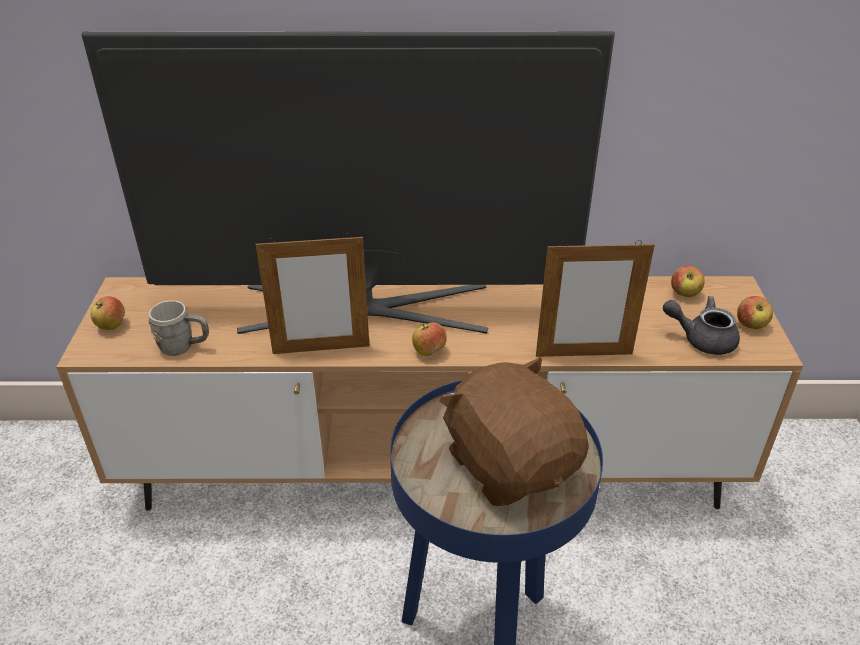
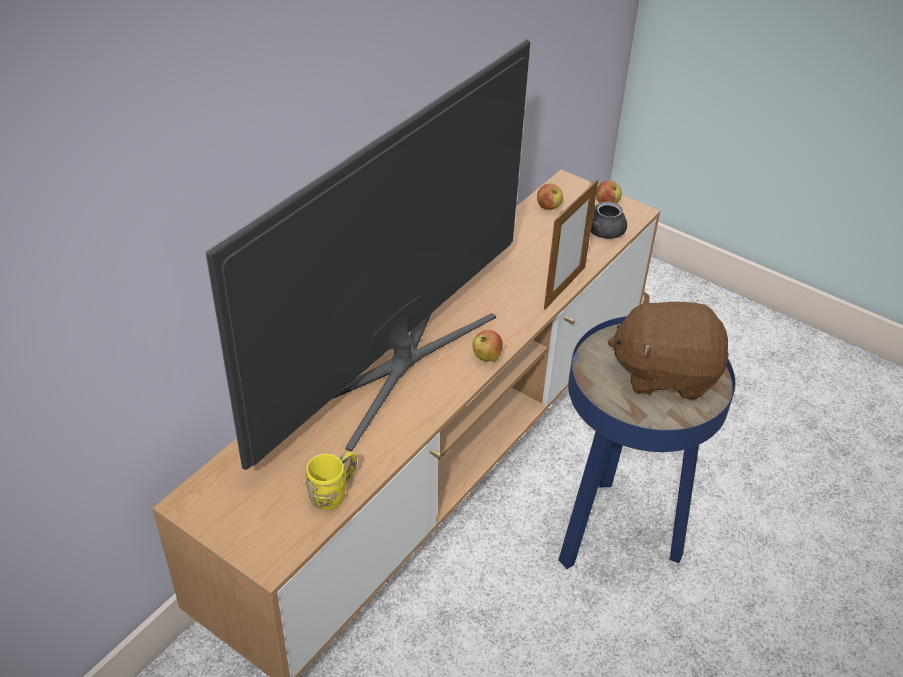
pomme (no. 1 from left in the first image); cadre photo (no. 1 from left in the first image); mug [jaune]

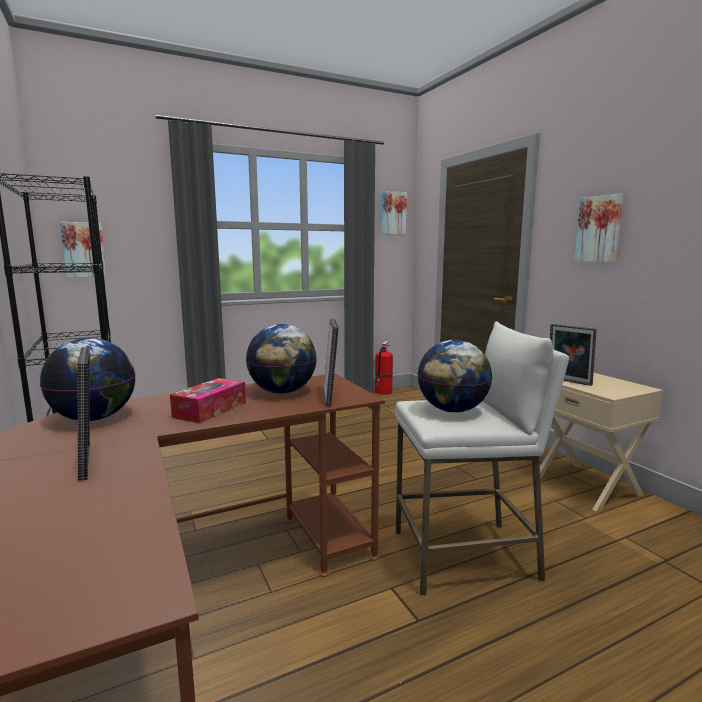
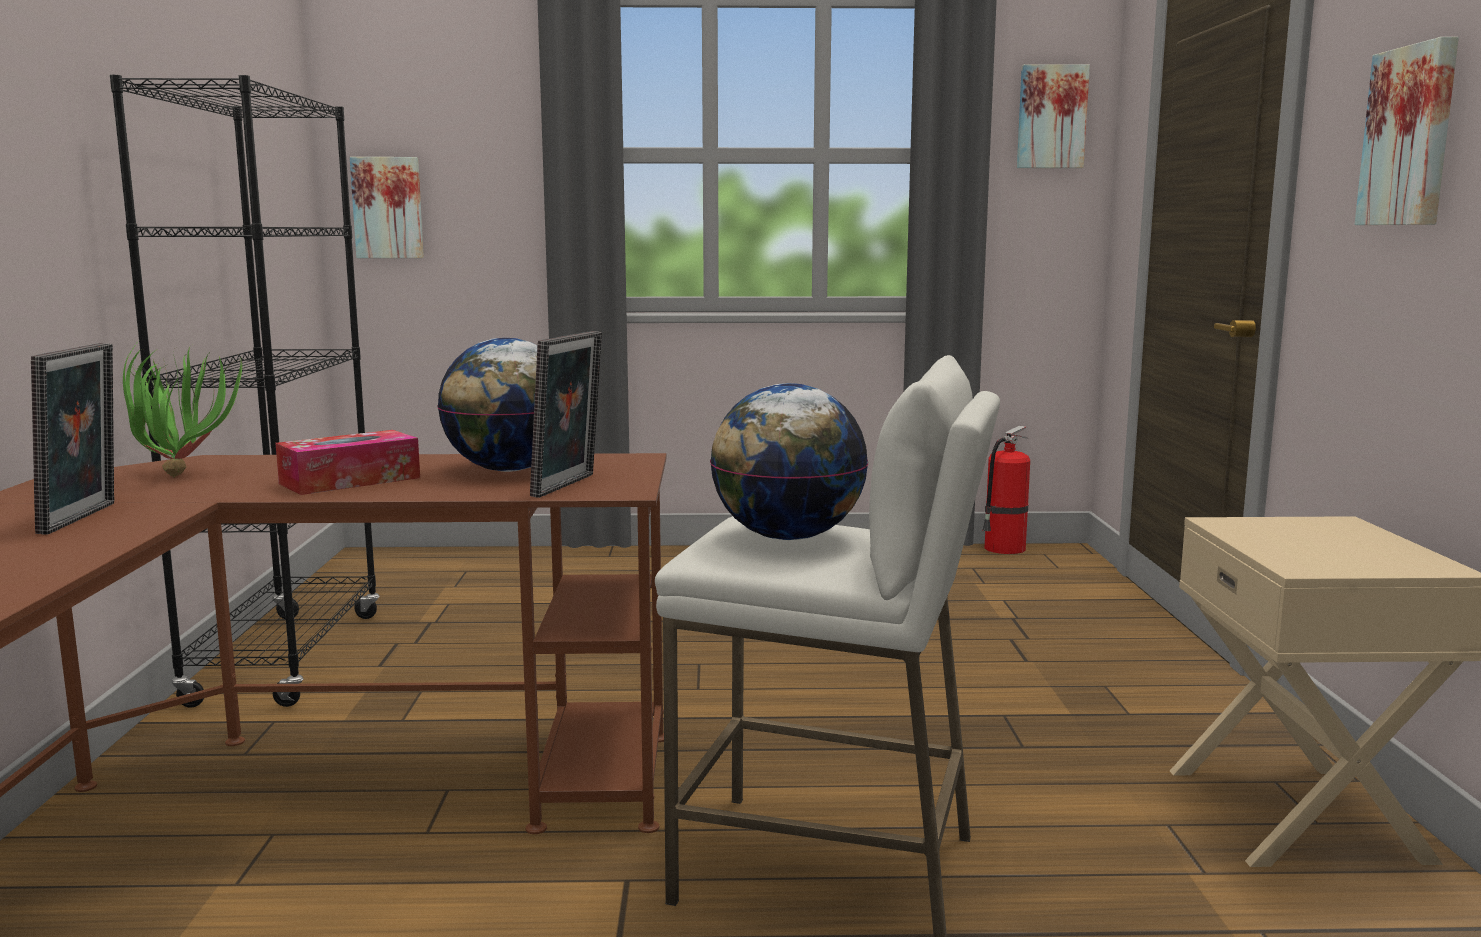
cadre photo (no. 3 from left in the first image); plante en pot

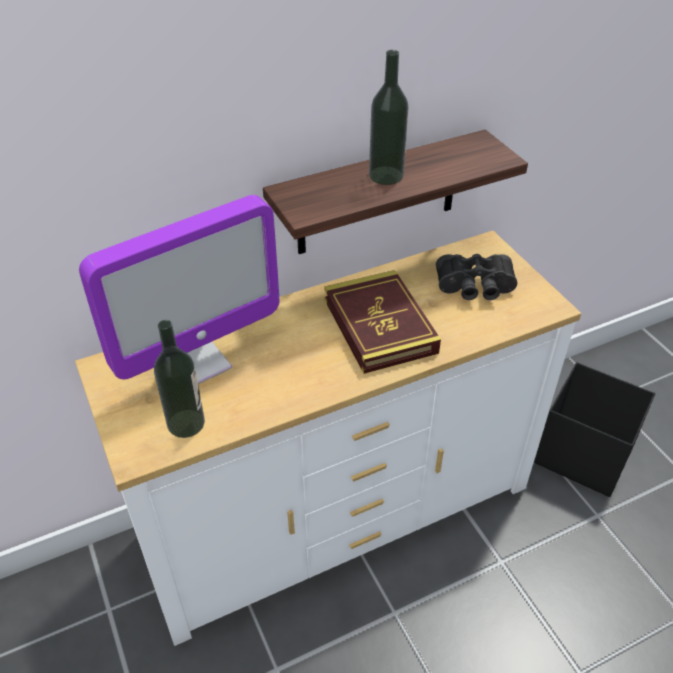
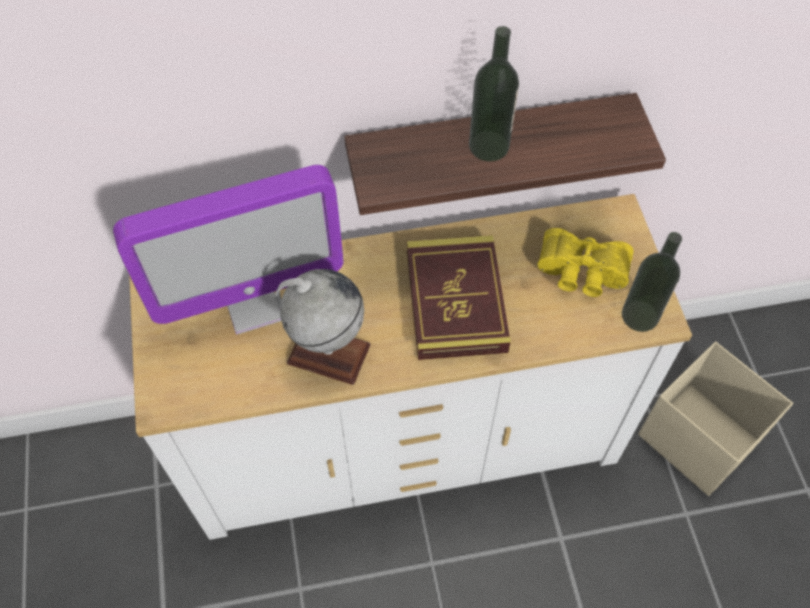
globe; bouteille (no. 2 from left); jumelles [jaune]; boîte de rangement [beige]

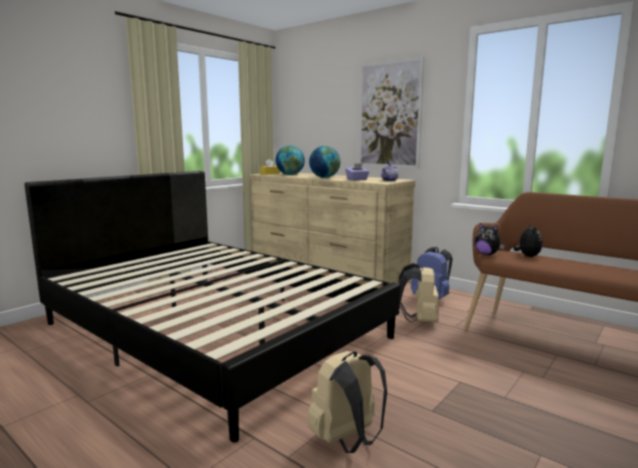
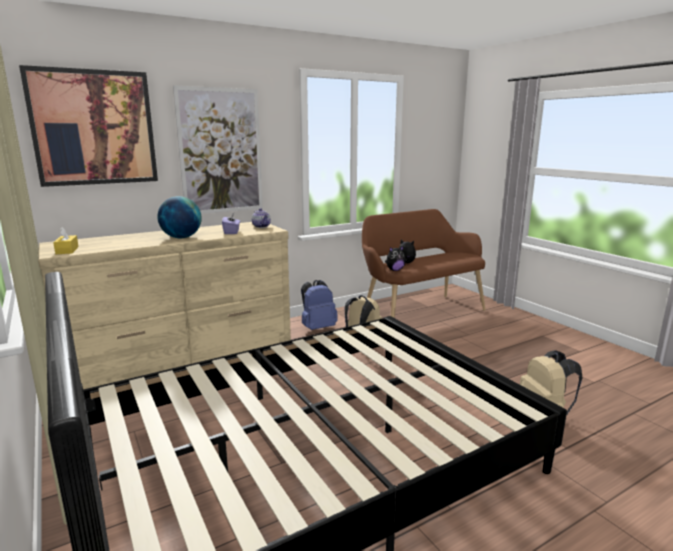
globe (no. 1 from left in the first image); tableau (no. 1 from left)

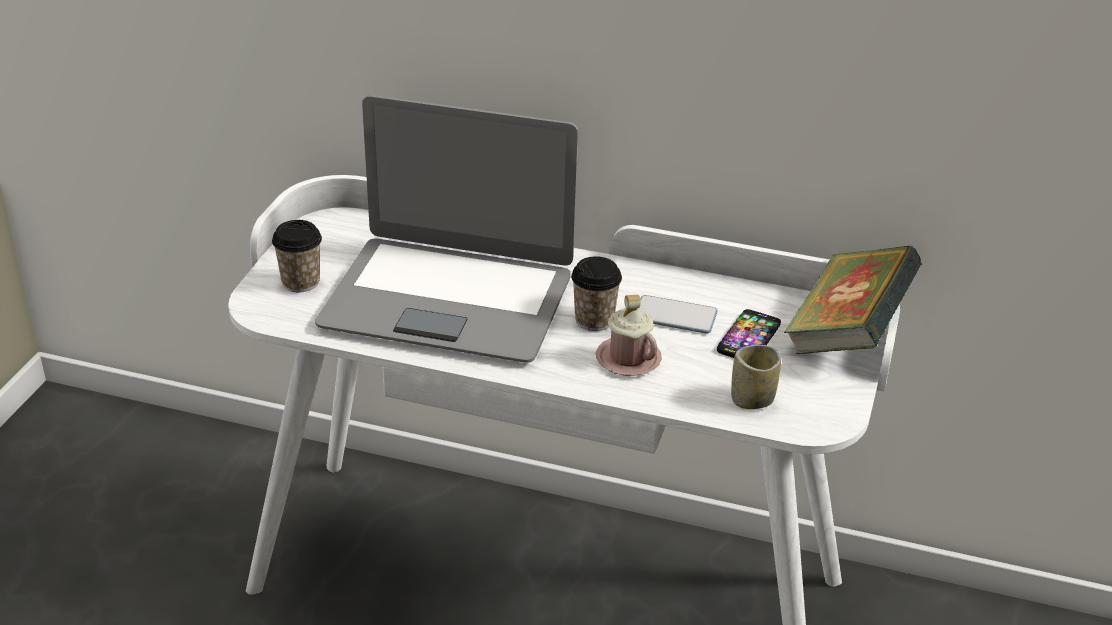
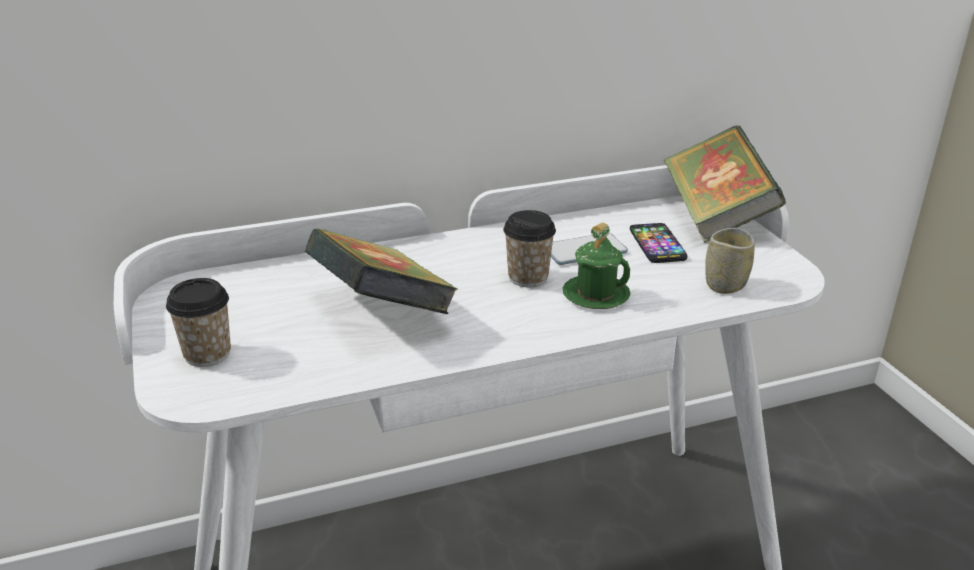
livre (no. 1 from left); mug [vert]

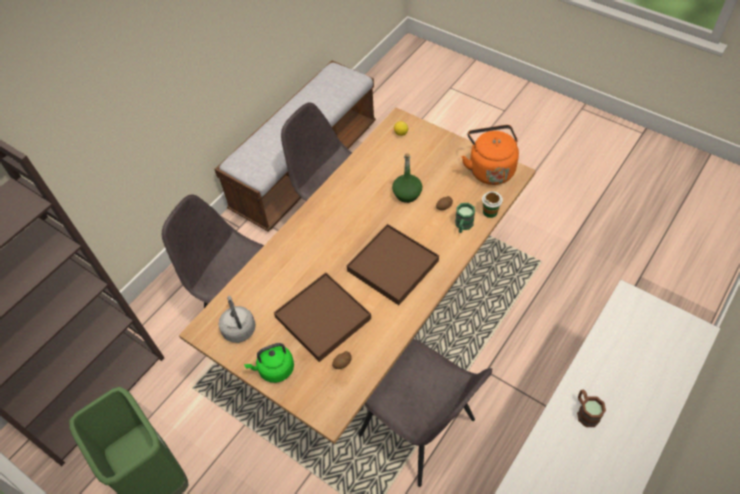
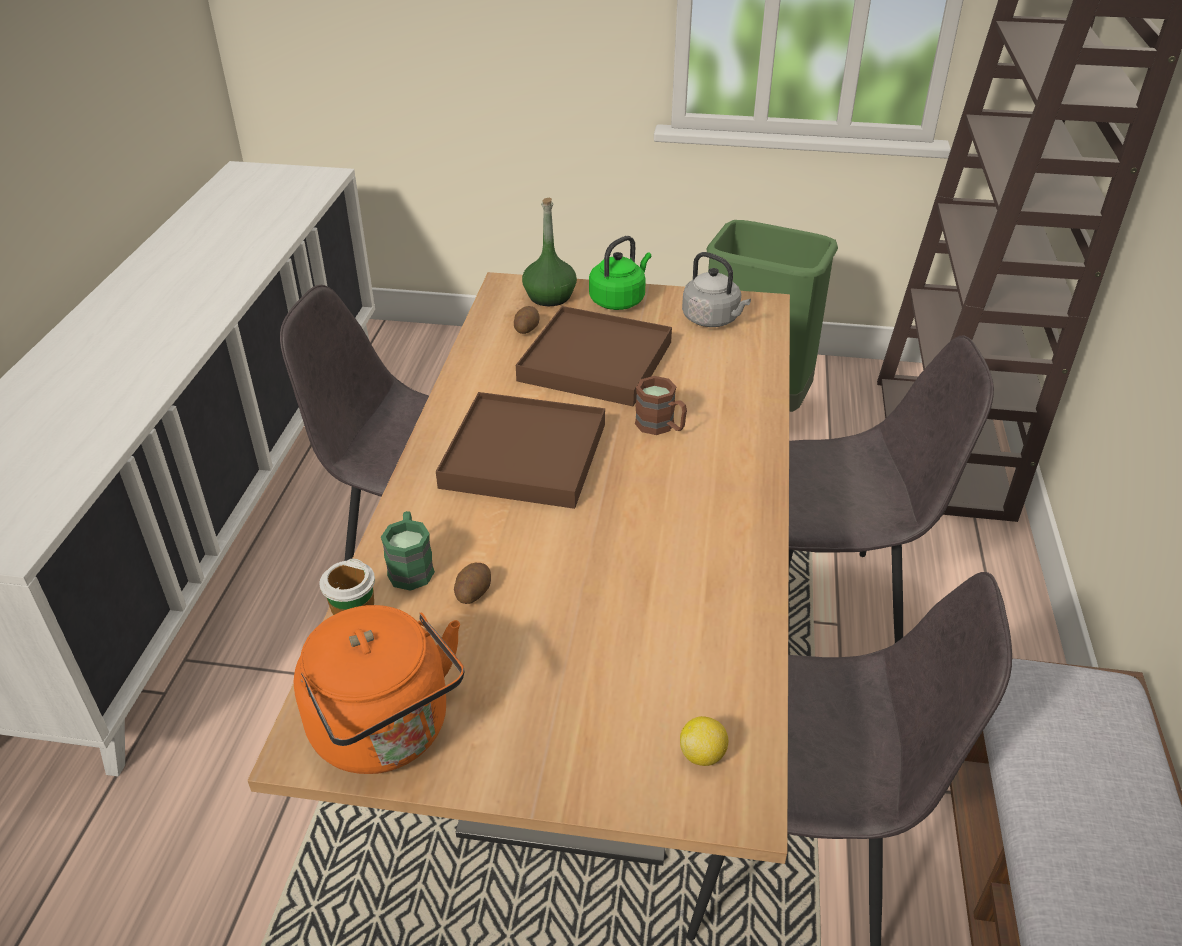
bouteille [vert]; mug [marron]

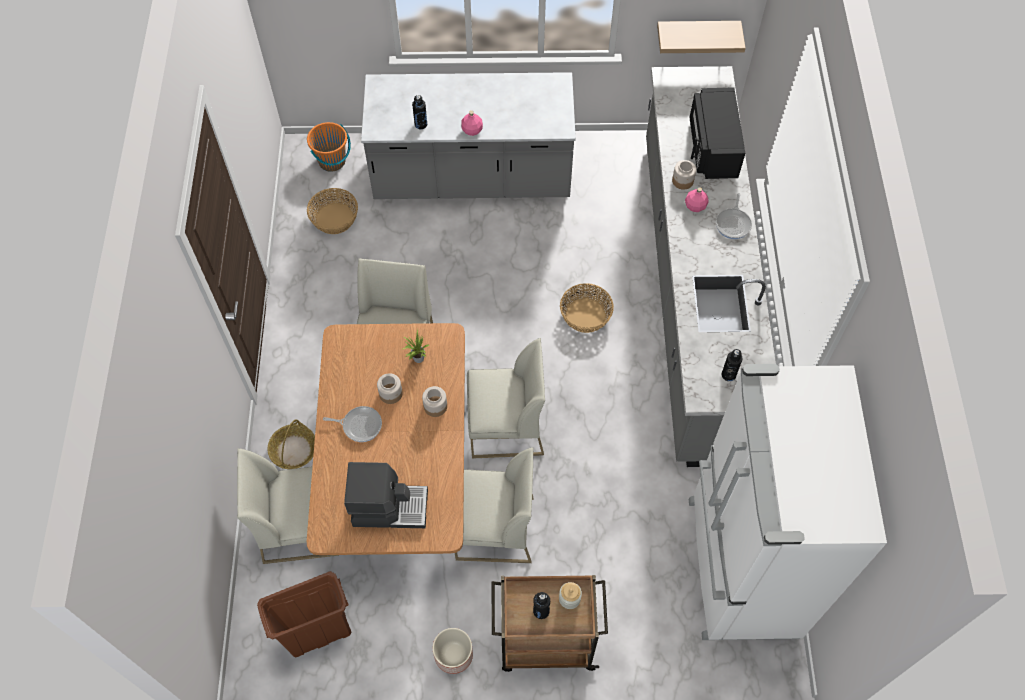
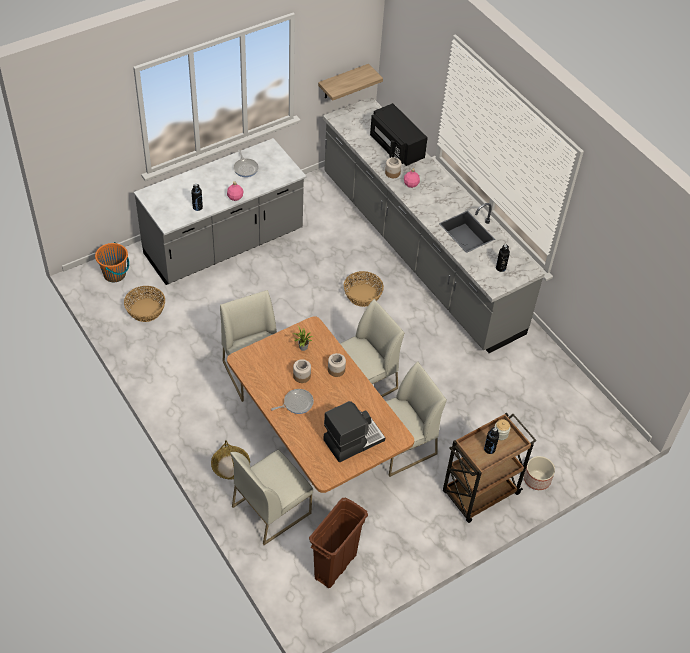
réfrigérateur [blanc]; cache-pot; poêle (no. 1 from left)

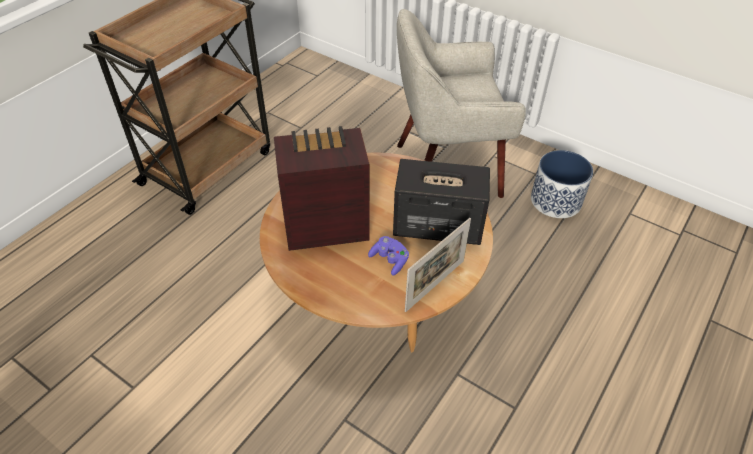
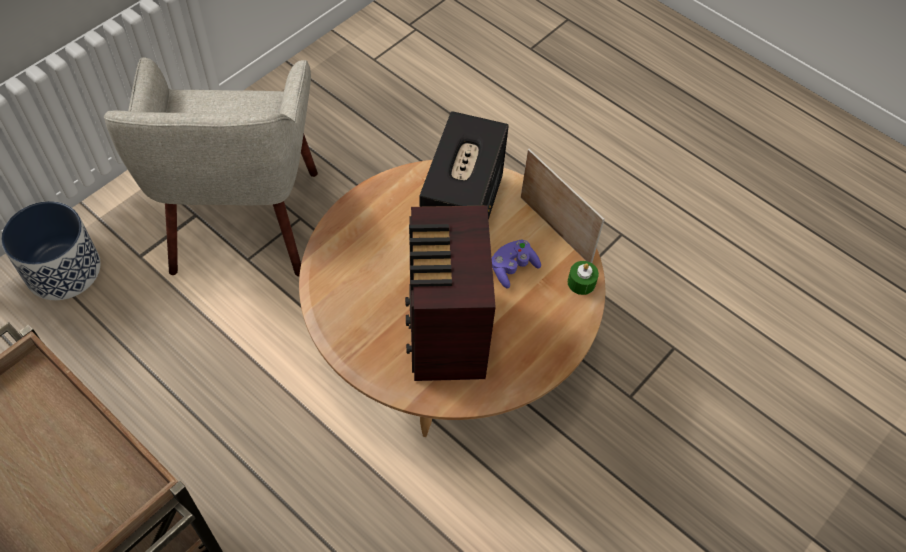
bougie [vert]; cache-pot

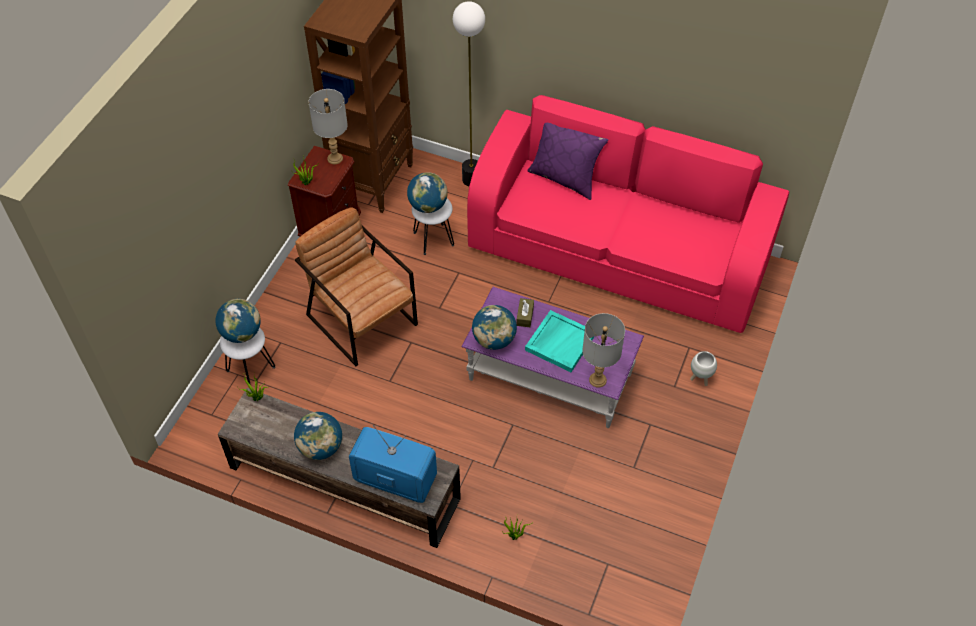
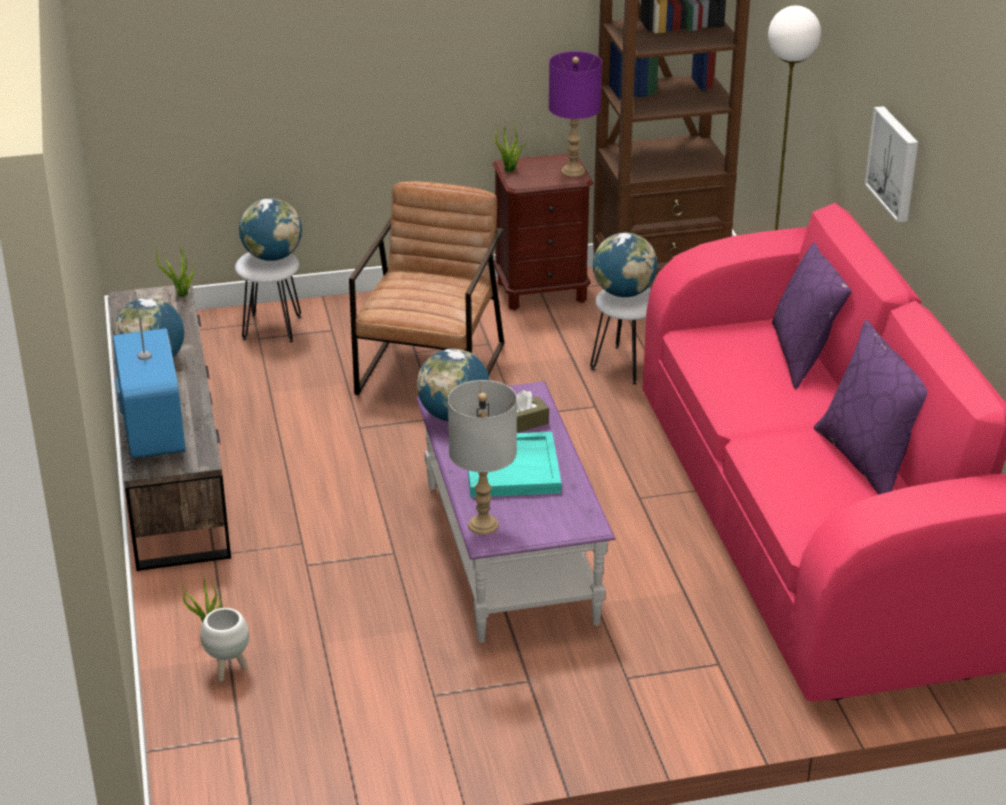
coussin [violet] (no. 2 from left); tableau; cache-pot [blanc]; lampe de table [violet]

